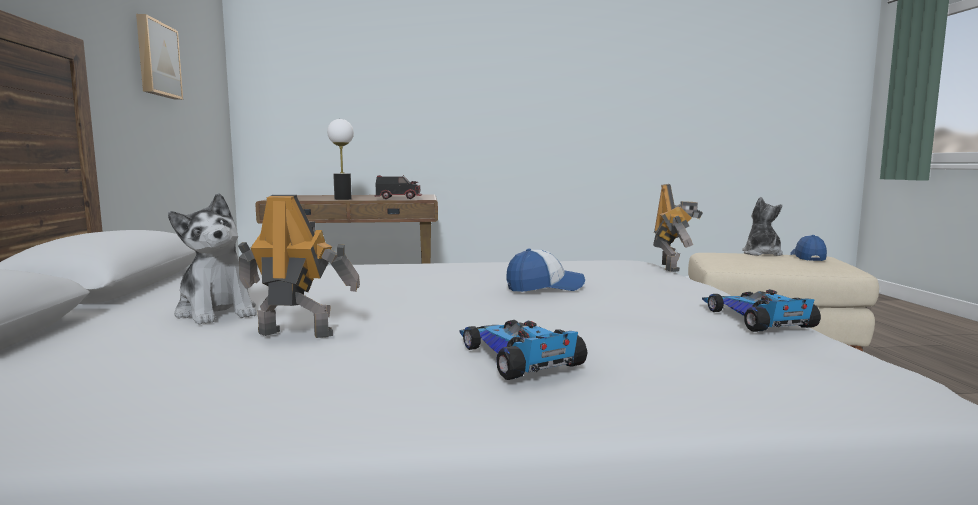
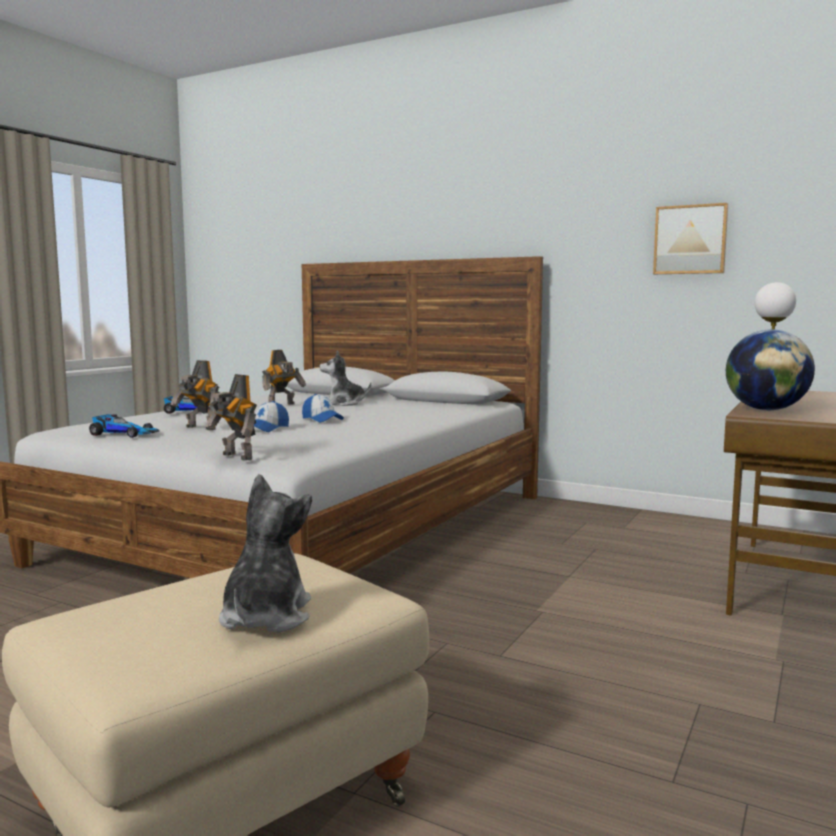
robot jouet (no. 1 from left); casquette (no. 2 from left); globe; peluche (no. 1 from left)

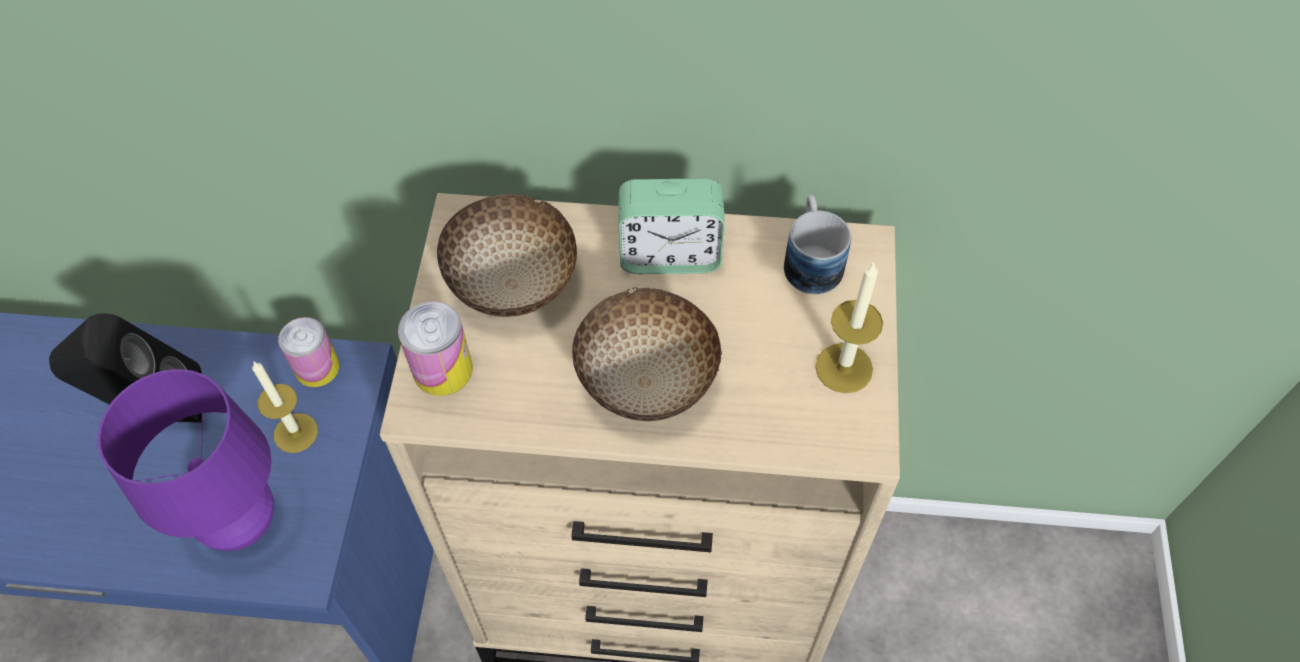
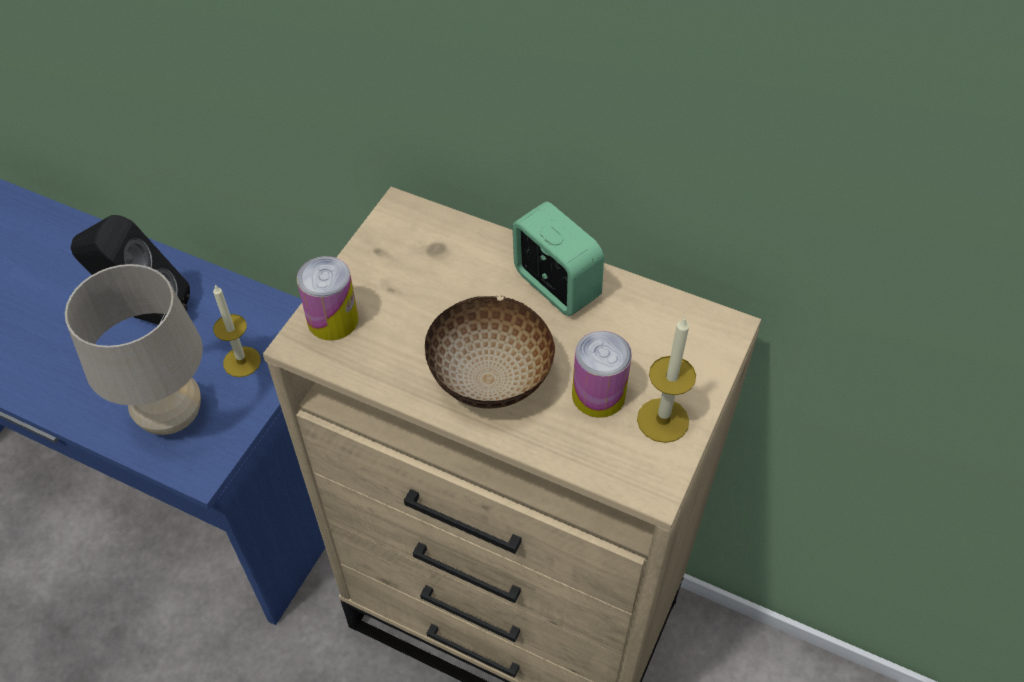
bol (no. 1 from left in the first image); mug; boîte métallique (no. 2 from left); lampe de table [beige]; réveil

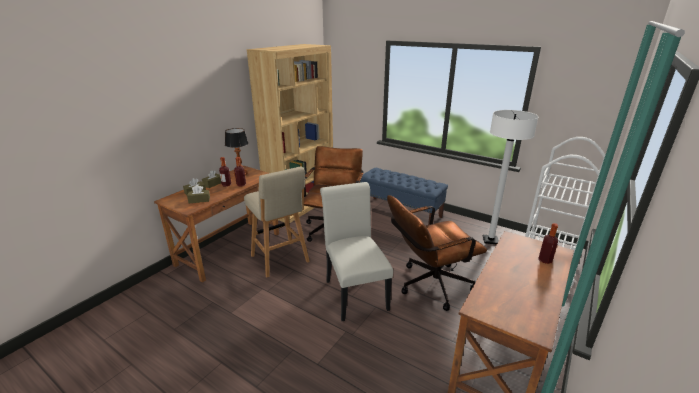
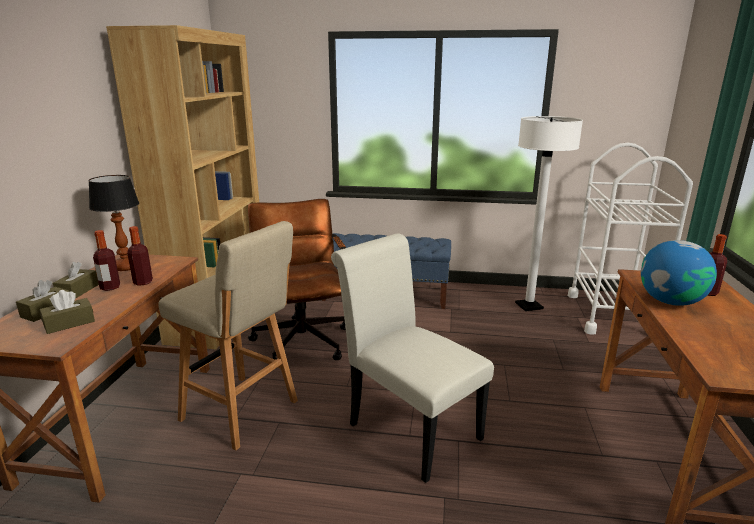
chaise de bureau [marron] (no. 2 from left in the first image); globe

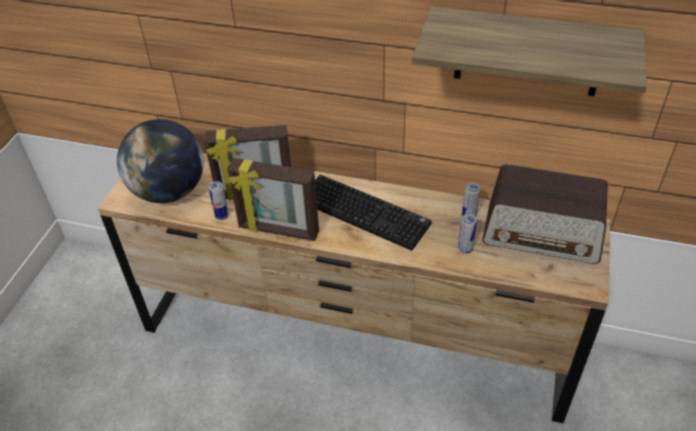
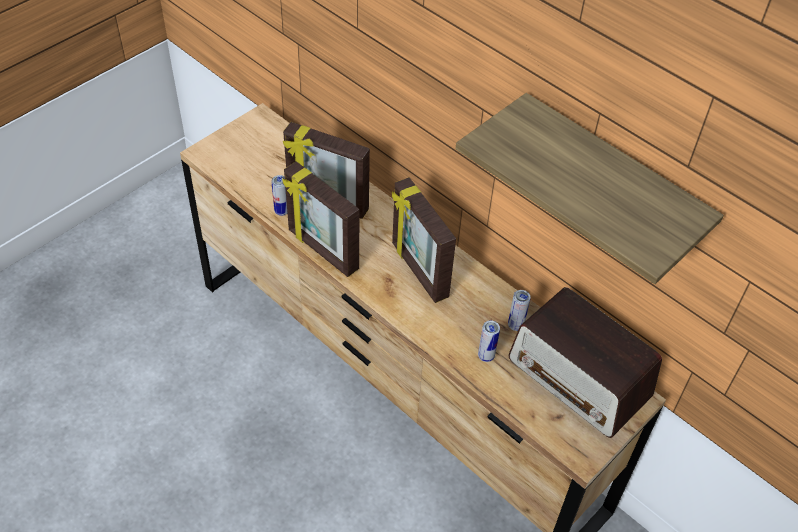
globe; cadre photo (no. 3 from left)

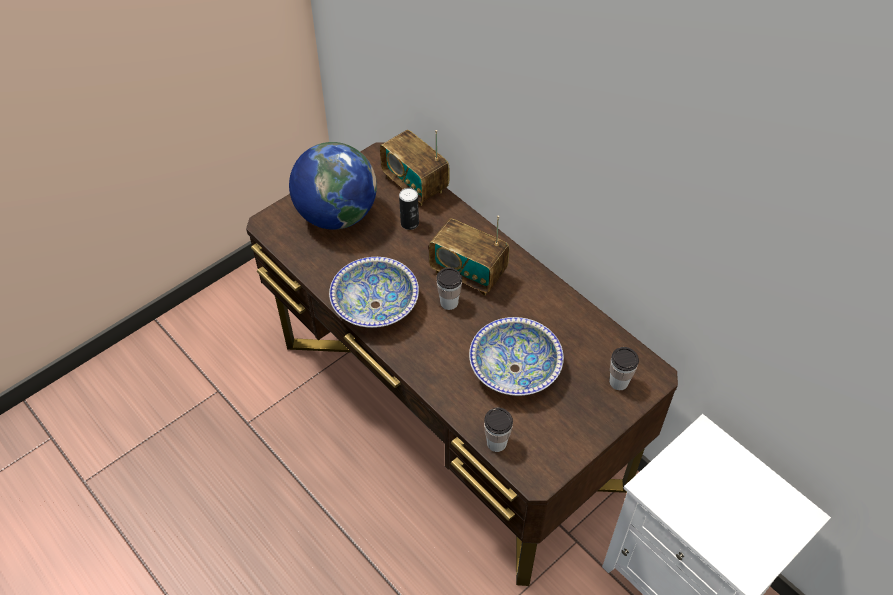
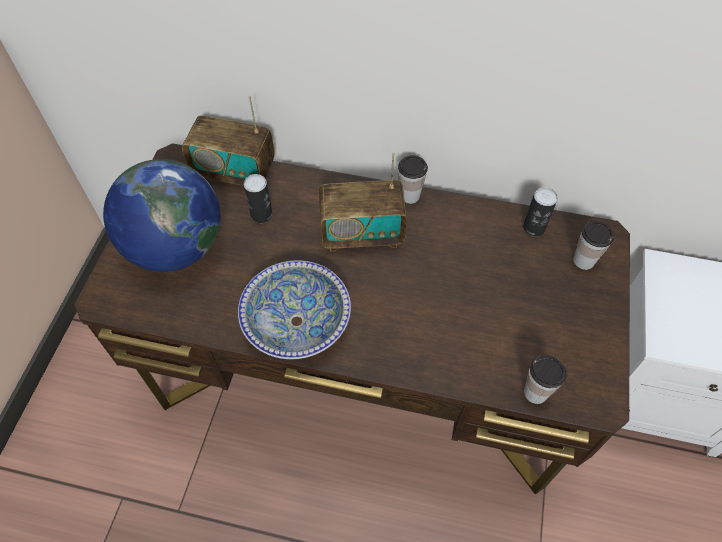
bol (no. 2 from left in the first image); boîte métallique (no. 2 from left); tasse (no. 1 from left)

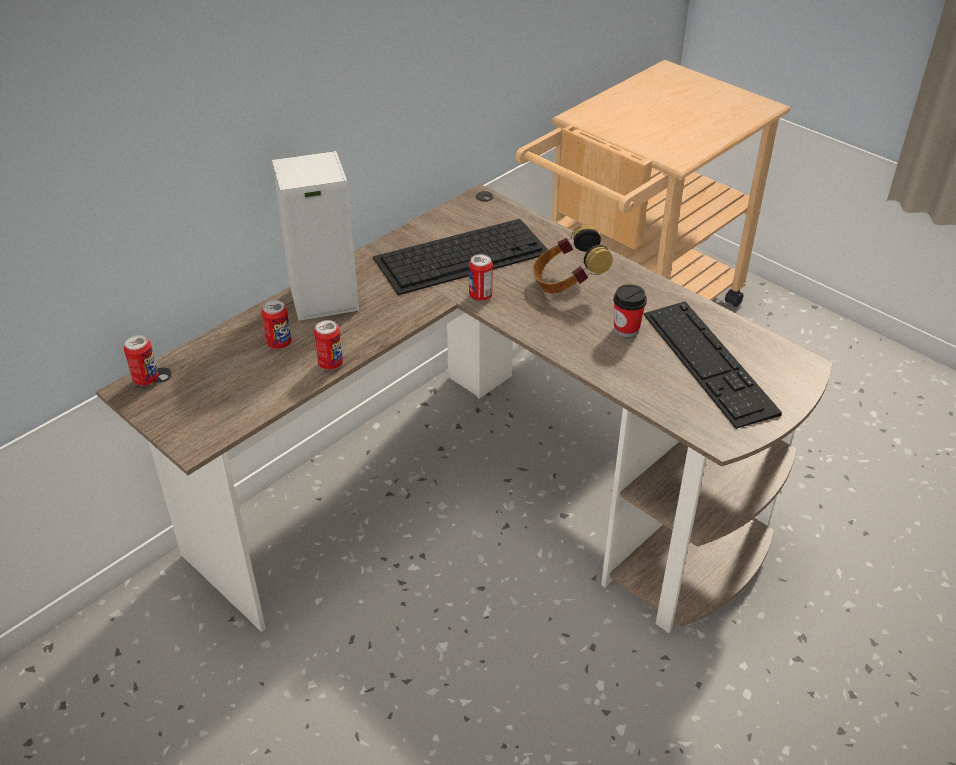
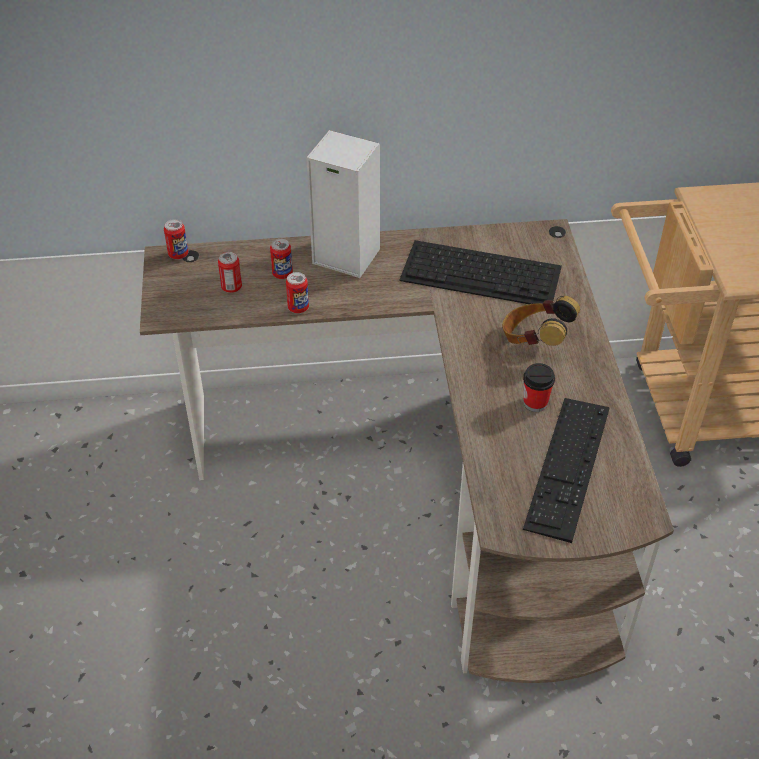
boîte métallique (no. 2 from left)

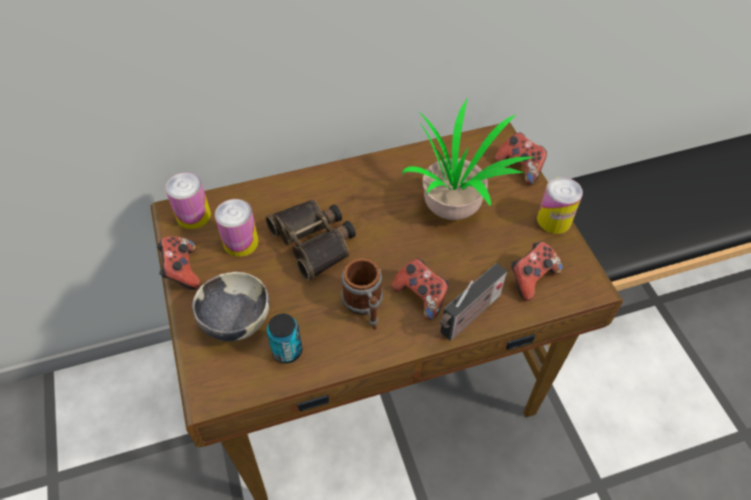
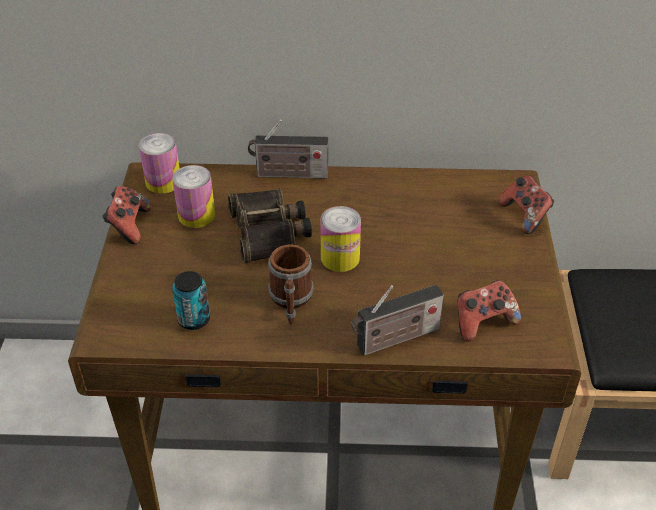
bol; manette (no. 2 from left in the first image); plante en pot; radio (no. 1 from left); boîte métallique (no. 4 from left)

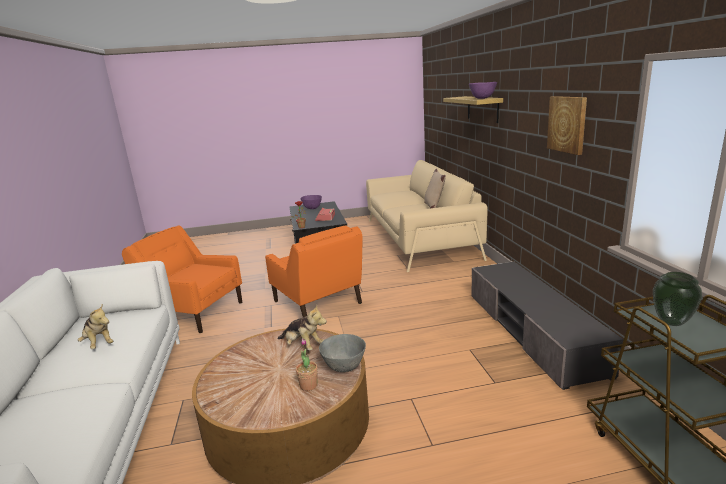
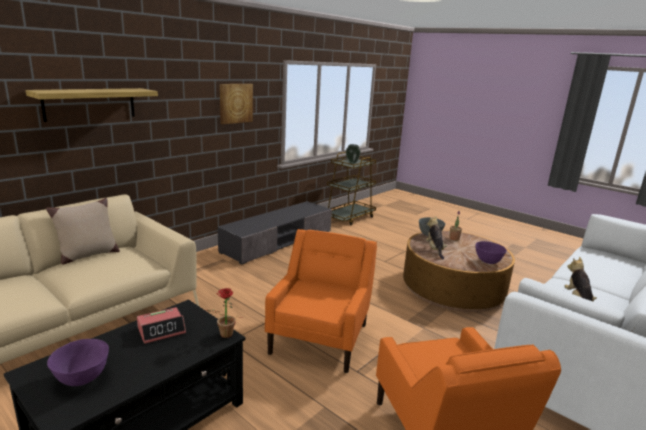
bol [violet] (no. 2 from left)

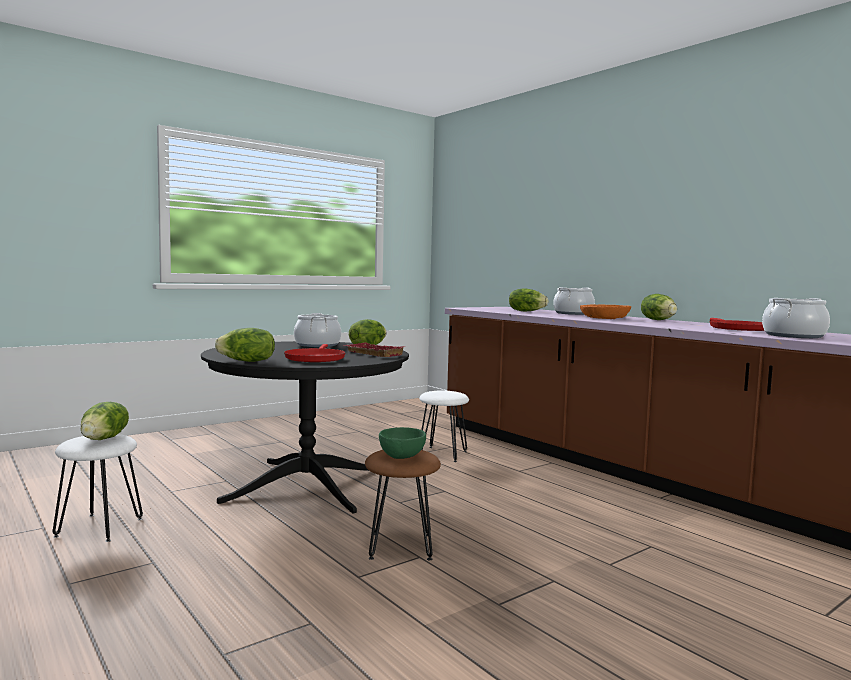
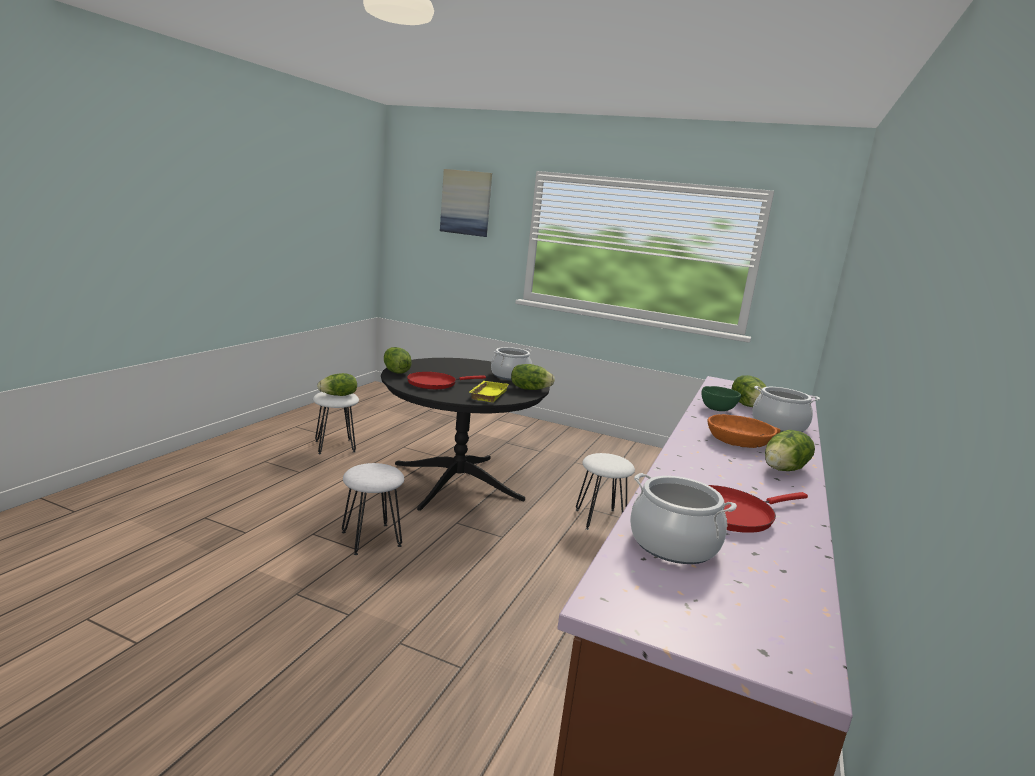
tableau; bol [vert]; plateau [jaune]; tabouret [blanc] (no. 2 from left)

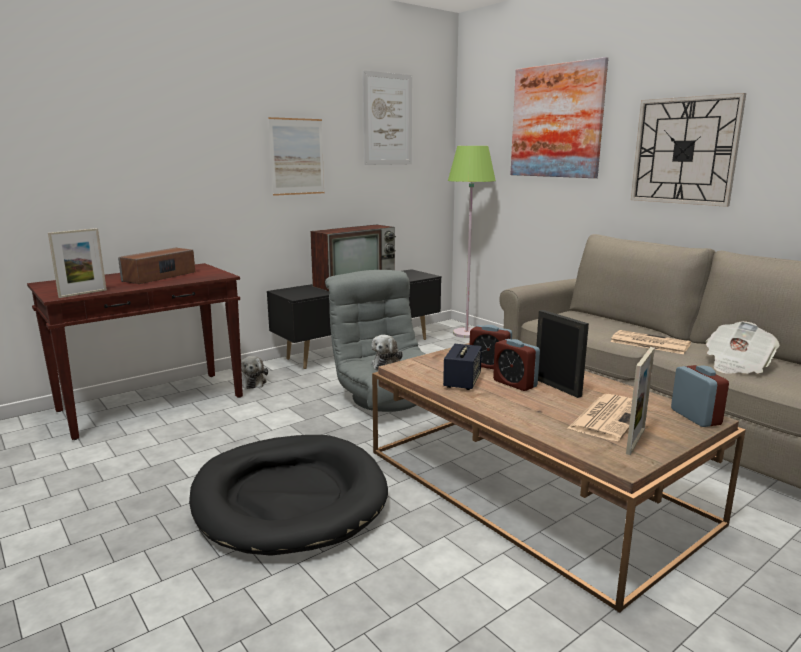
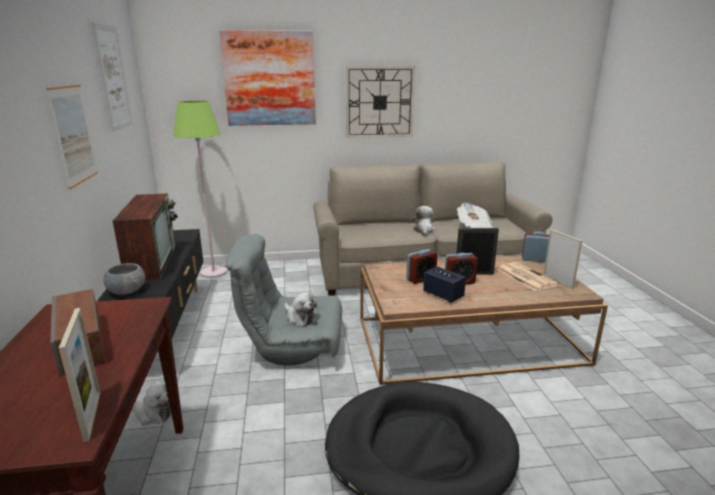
bol [gris]; peluche (no. 3 from left)

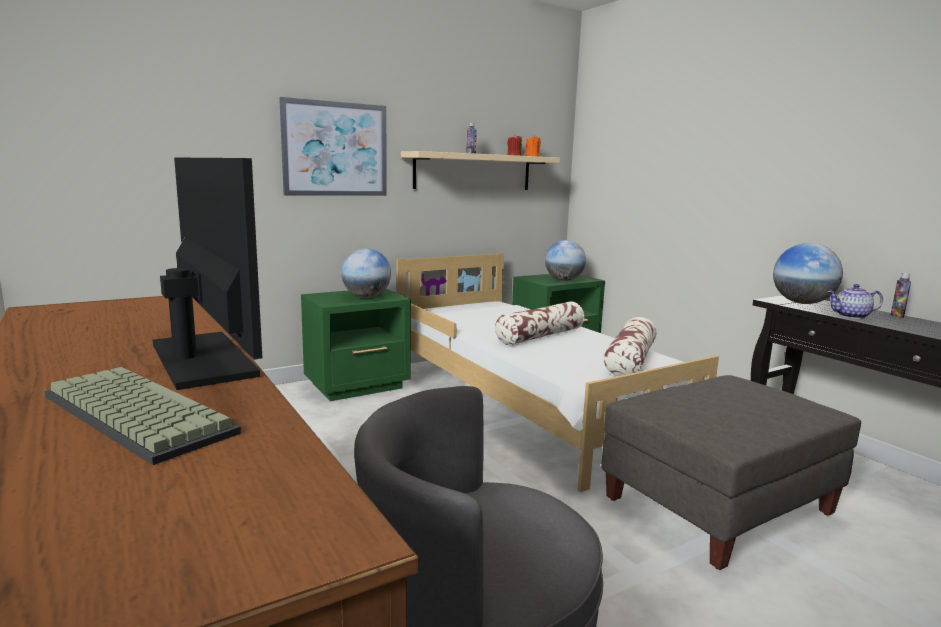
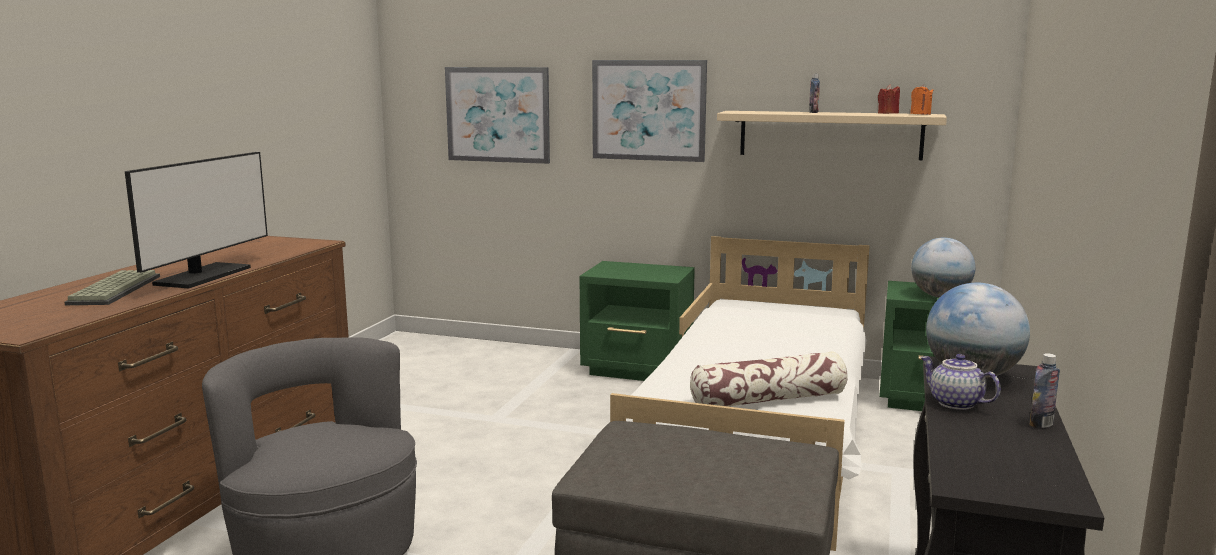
globe (no. 1 from left in the first image); coussin (no. 1 from left in the first image); tableau (no. 1 from left)

